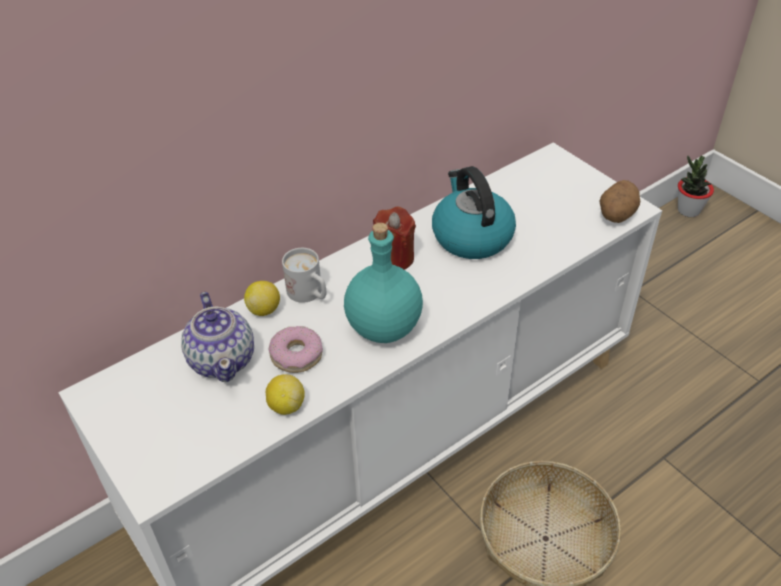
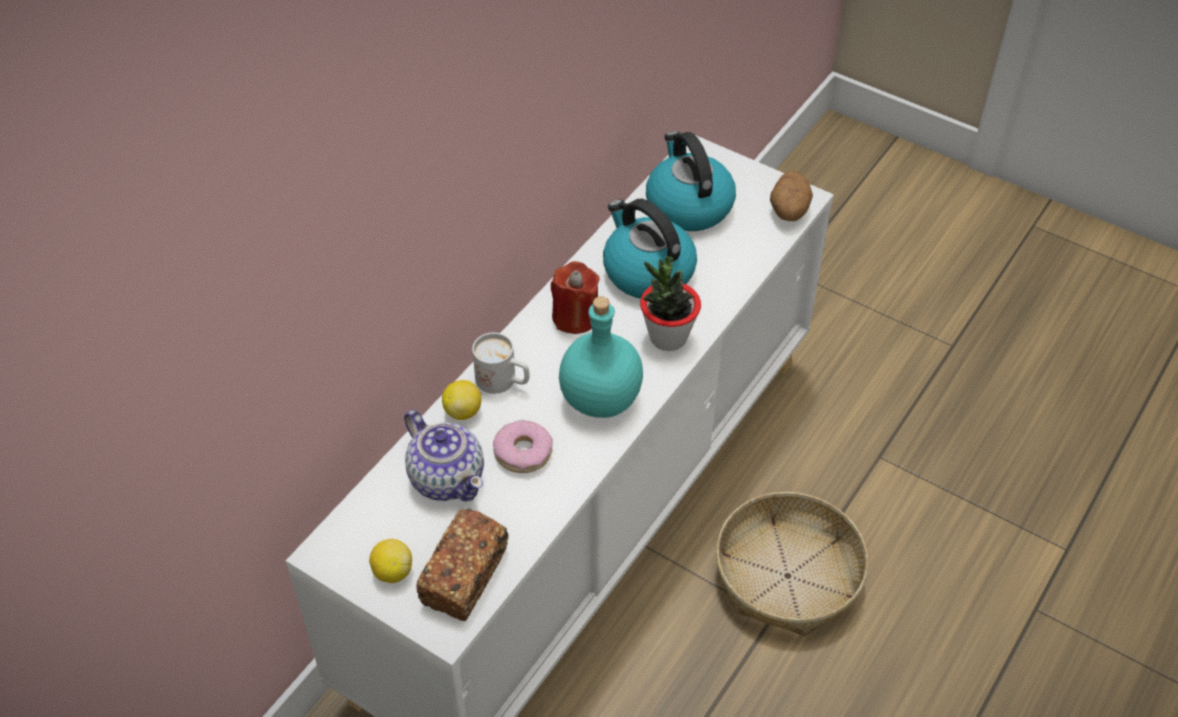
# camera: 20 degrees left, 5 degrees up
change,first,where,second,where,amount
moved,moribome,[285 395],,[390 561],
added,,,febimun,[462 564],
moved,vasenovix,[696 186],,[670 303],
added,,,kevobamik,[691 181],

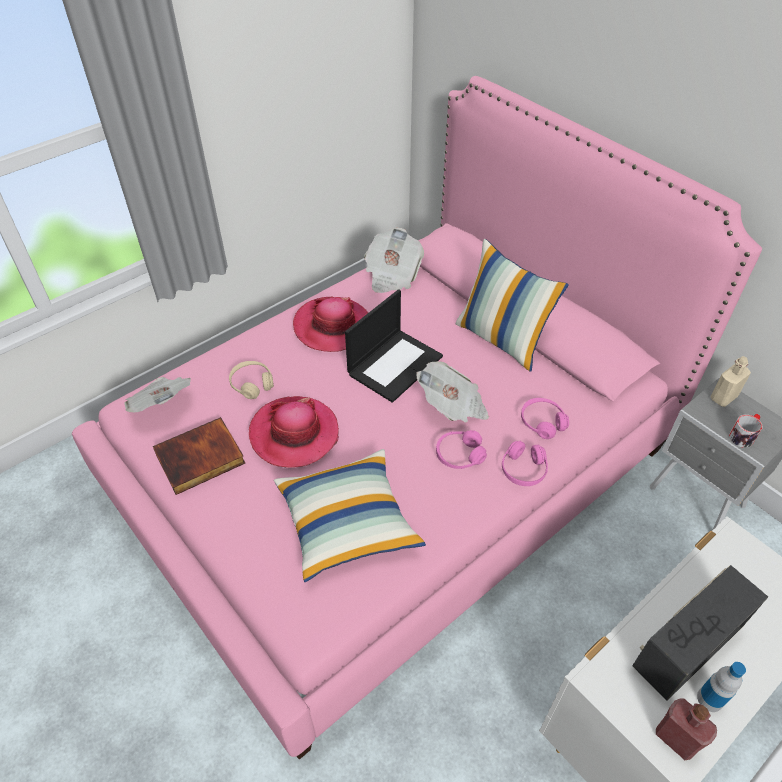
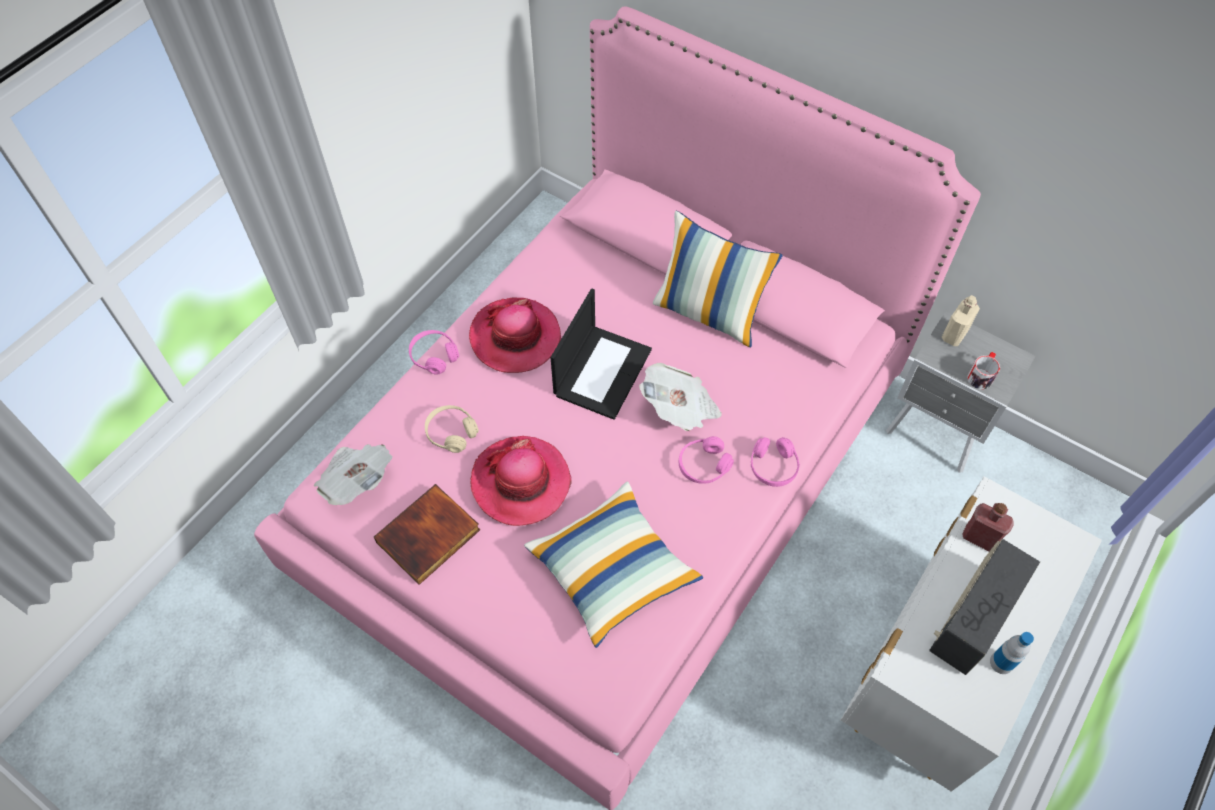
# camera: 15 degrees left, 10 degrees up
change,first,where,second,where,amount
moved,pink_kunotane,[545 418],,[434 352],
moved,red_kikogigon,[686 729],,[988 527],
removed,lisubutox,[394 260],,,

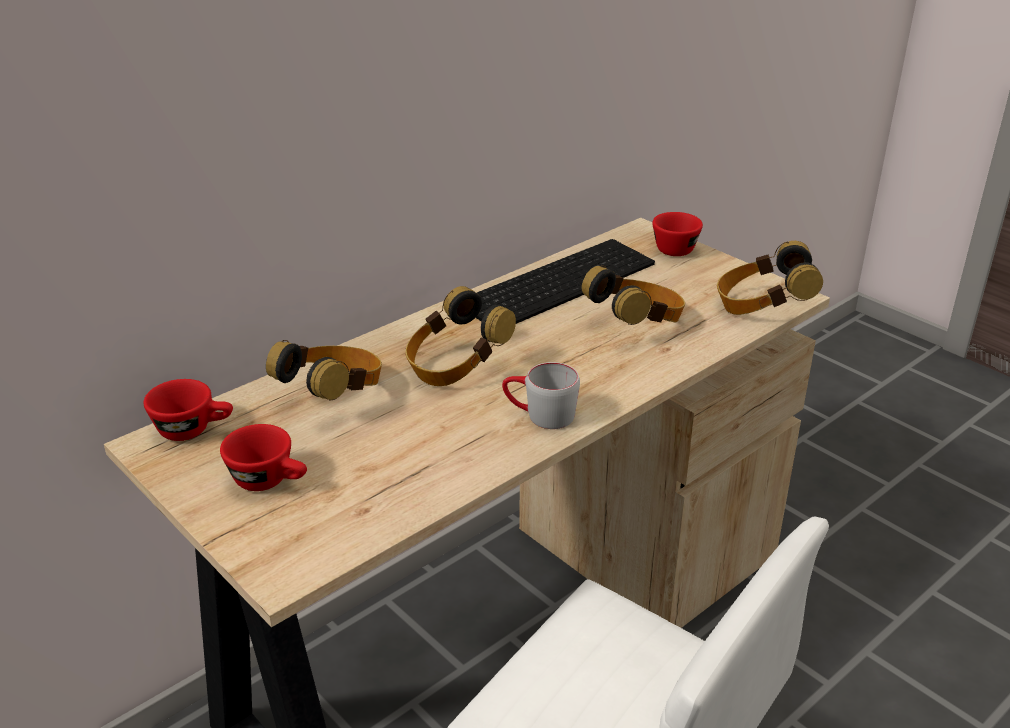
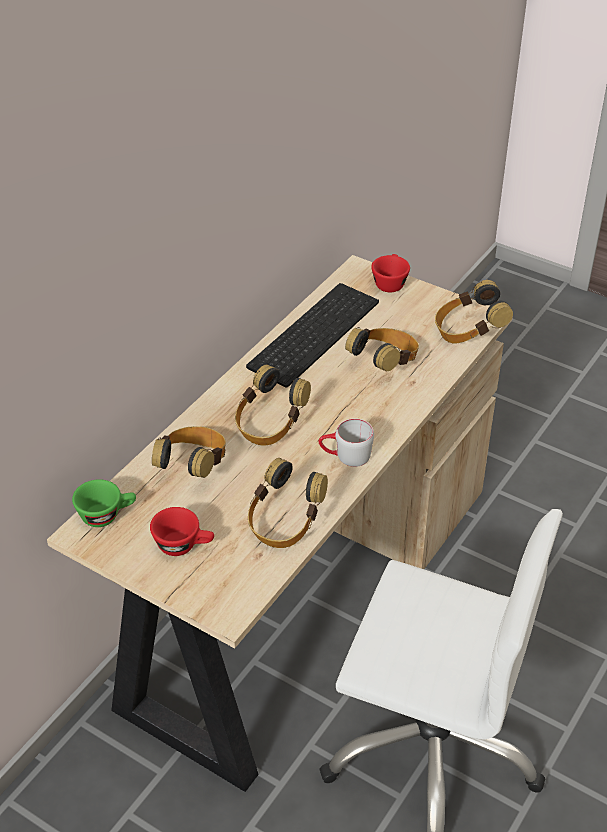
# camera: 15 degrees left, 10 degrees up
change,first,where,second,where,amount
recoloured,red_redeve,[188 410],green_redeve,[104 503],
added,,,kunotane,[288 503],

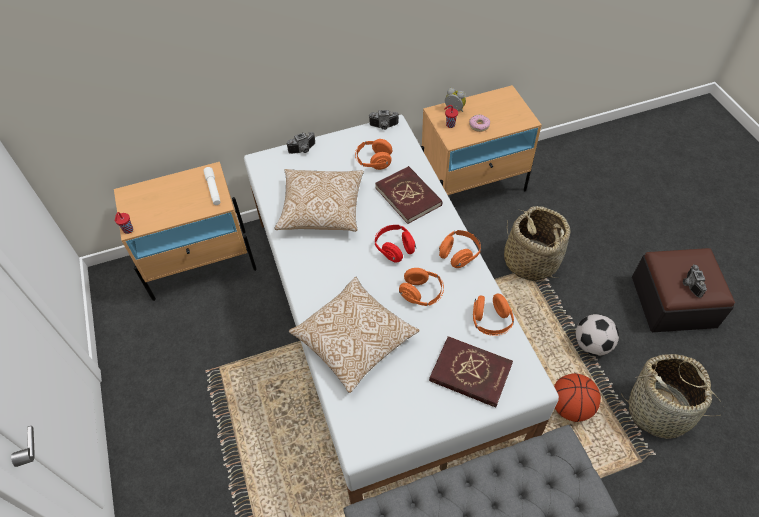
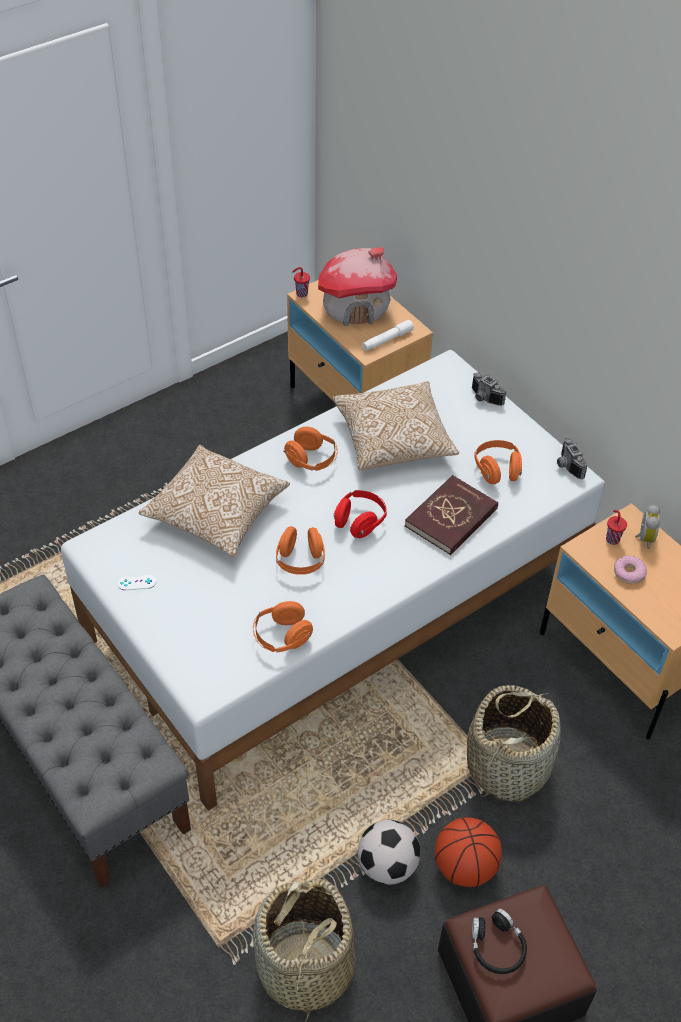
# camera: 70 degrees right, 5 degrees down
change,first,where,second,where,amount
added,,,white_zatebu,[137 582],
moved,orange_kunotane,[460 249],,[310 449],
added,,,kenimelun,[357 286],
moved,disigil,[577 397],,[468 852],
replaced,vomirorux,[695 281],black_kunotane,[499 941],
removed,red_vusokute,[471 372],,,

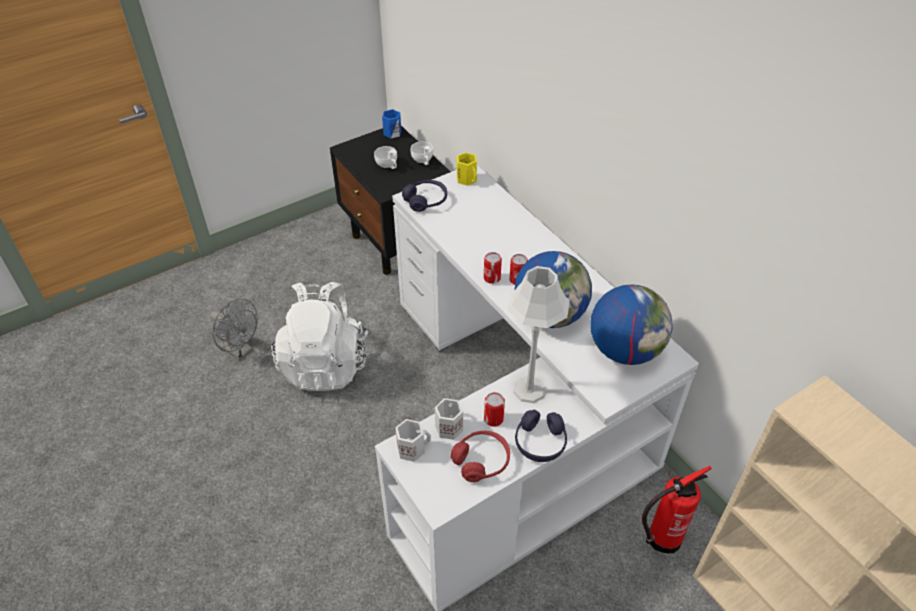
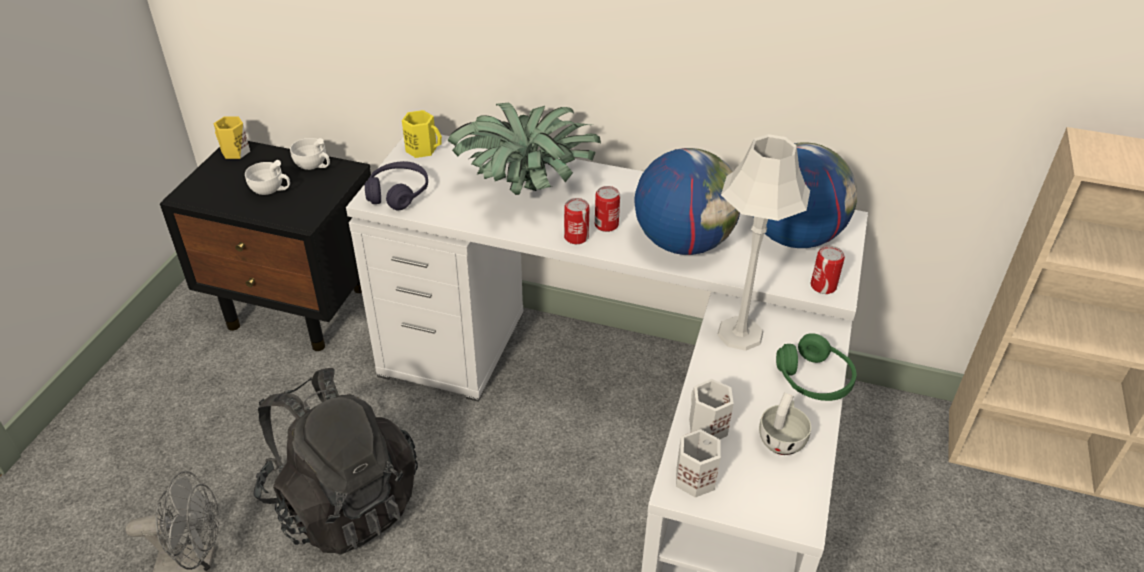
# camera: 40 degrees left, 5 degrees down
change,first,where,second,where,amount
recoloured,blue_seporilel,[391 123],yellow_seporilel,[231 137],
recoloured,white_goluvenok,[319 336],black_goluvenok,[336 461],
added,,,vasenovix,[524 149],
replaced,red_kunotane,[480 456],white_redeve,[785 424],
recoloured,purple_kunotane,[541 436],green_kunotane,[816 367],
moved,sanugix,[494 409],,[828 270],
removed,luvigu,[677 510],,,

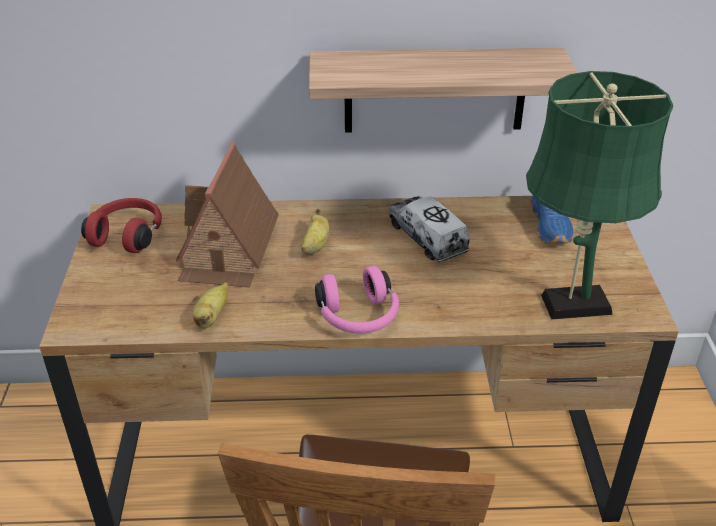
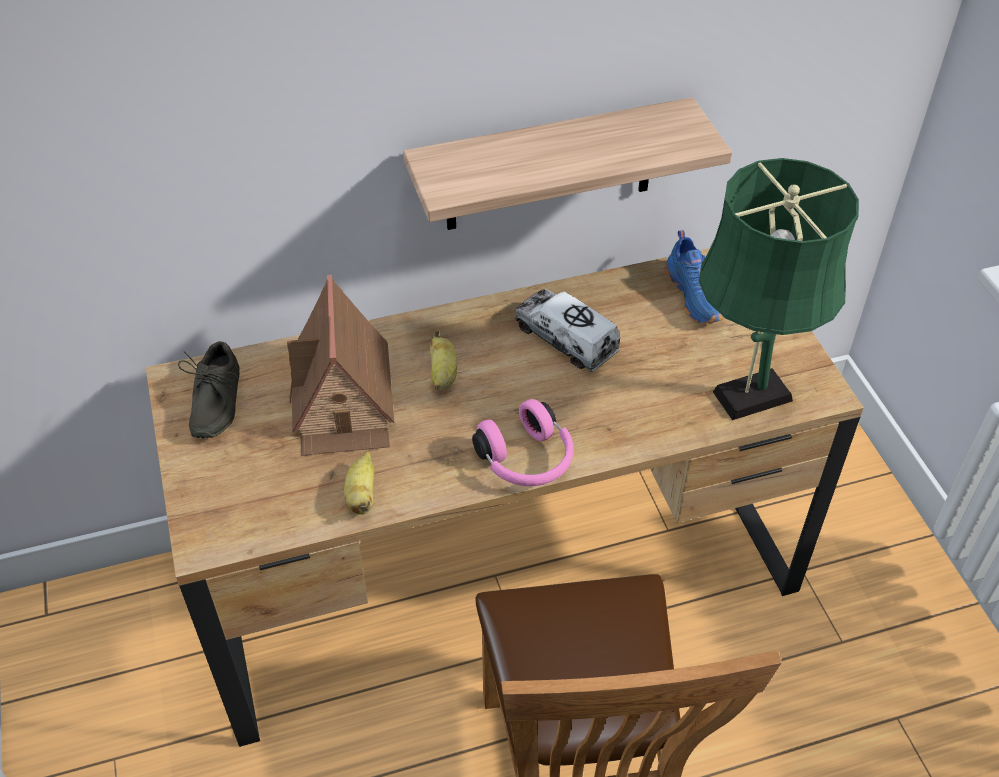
# camera: 15 degrees left, 10 degrees up
change,first,where,second,where,amount
replaced,red_kunotane,[121 225],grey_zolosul,[209 389],

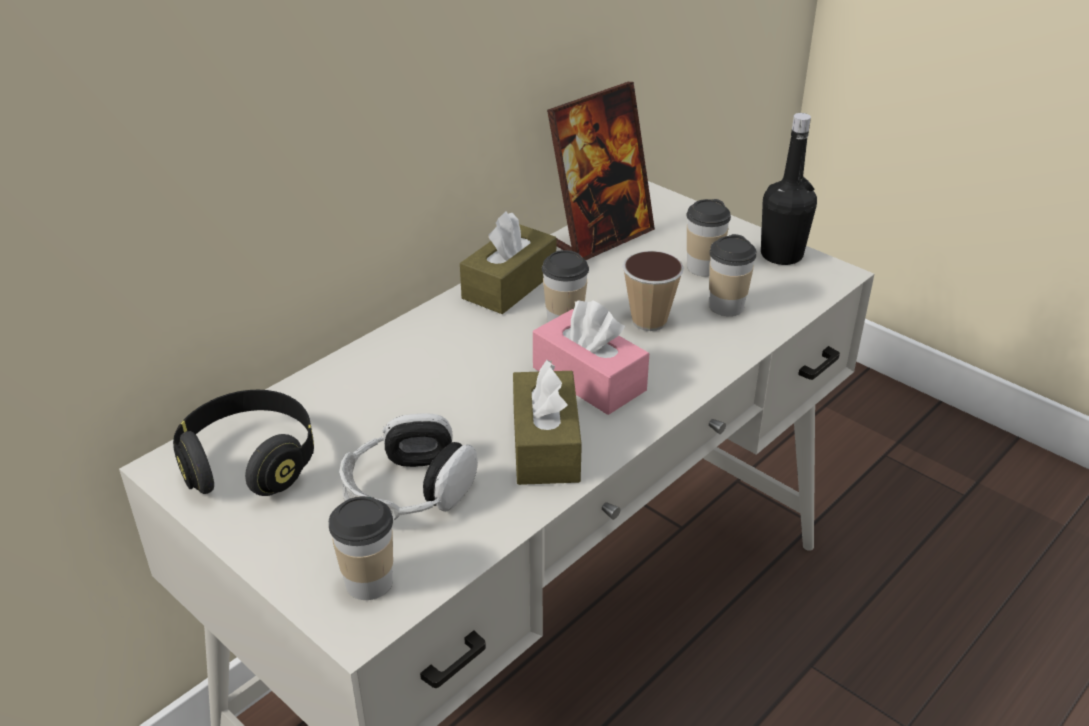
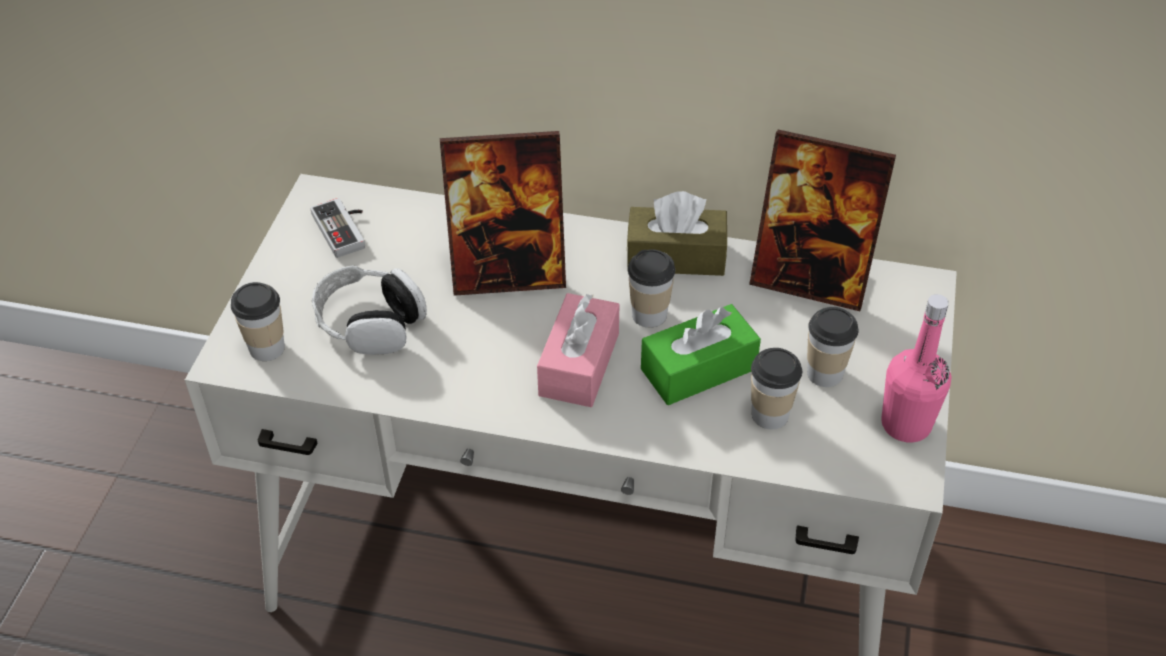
# camera: 60 degrees right, 10 degrees up
change,first,where,second,where,amount
replaced,black_kunotane,[243 443],zatebu,[337 228],
added,,,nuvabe,[503 213],
replaced,redeve,[653 291],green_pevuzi,[701 354],
recoloured,black_kikogigon,[789 189],pink_kikogigon,[916 368],
removed,brown_pevuzi,[547 422],,,

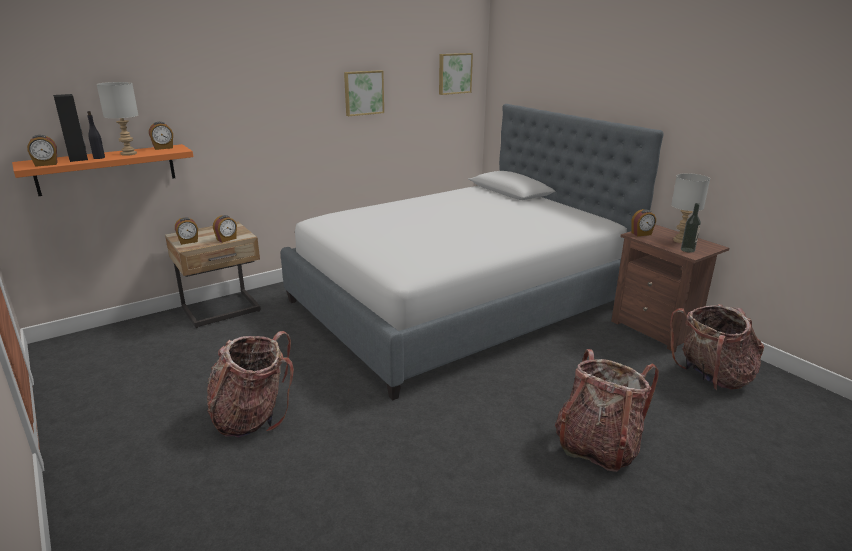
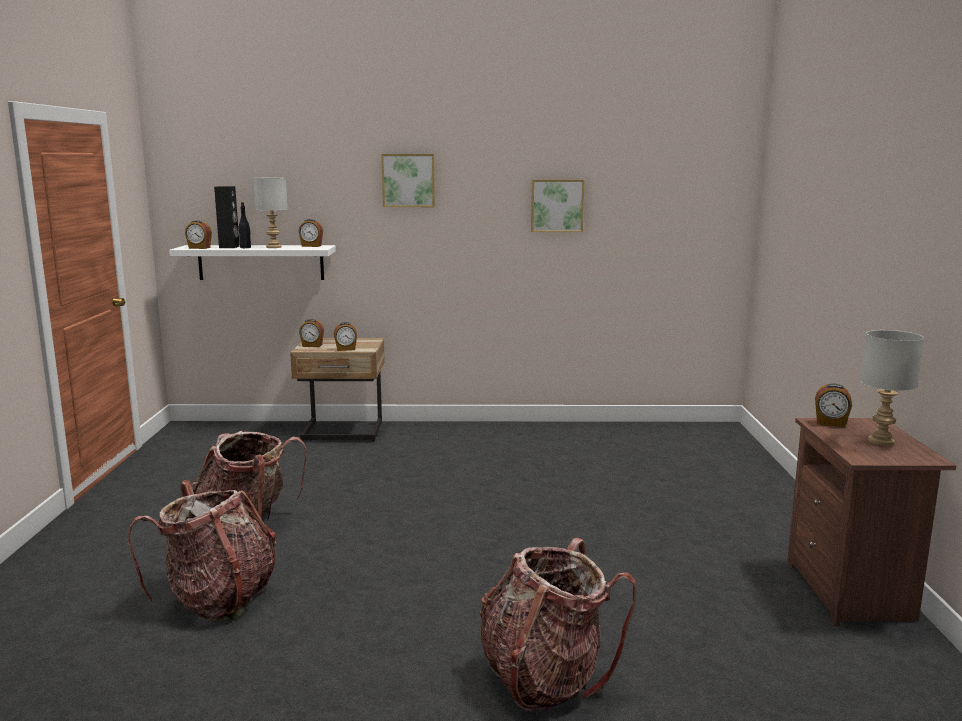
# camera: 35 degrees right, 10 degrees down
change,first,where,second,where,amount
moved,goluvenok,[717 347],,[202 550],
recoloured,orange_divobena,[102 170],white_divobena,[252 262],
moved,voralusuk,[456 74],,[408 180],
removed,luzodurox,[472 252],,,
removed,kikogigon,[691 228],,,

